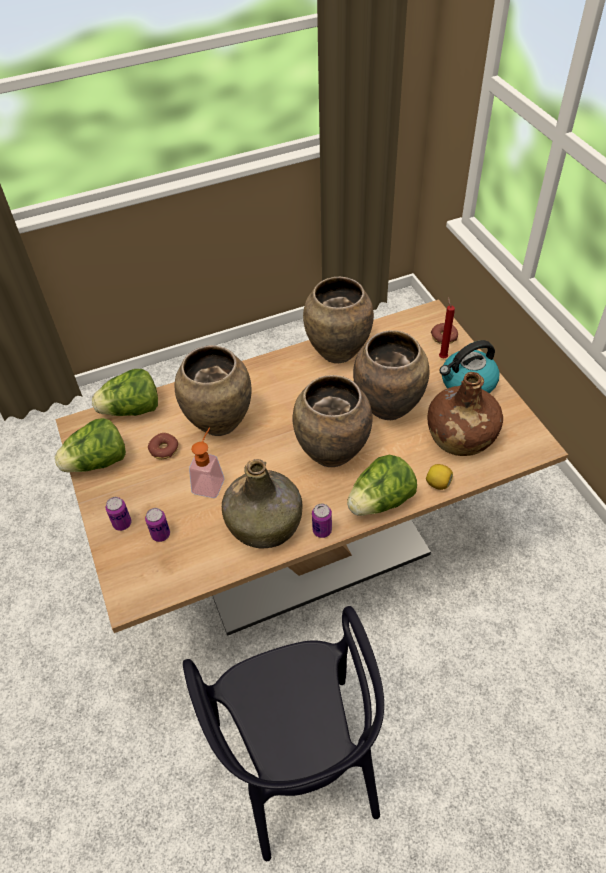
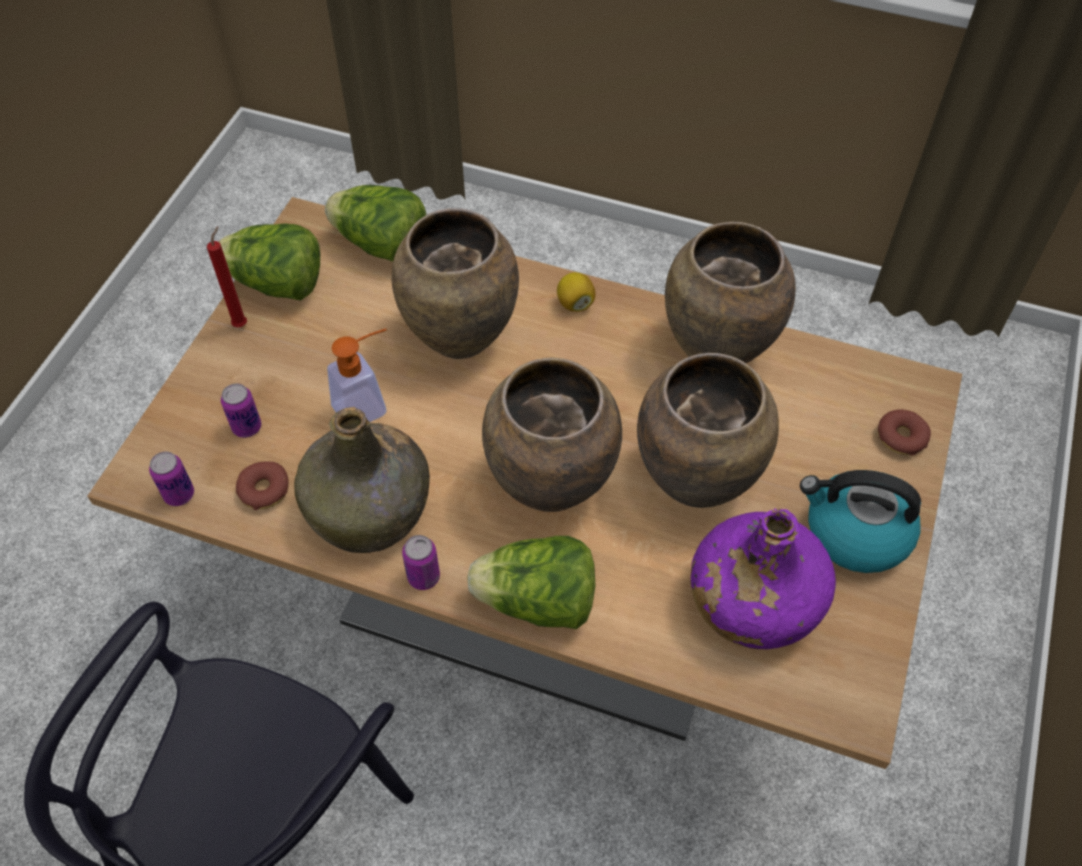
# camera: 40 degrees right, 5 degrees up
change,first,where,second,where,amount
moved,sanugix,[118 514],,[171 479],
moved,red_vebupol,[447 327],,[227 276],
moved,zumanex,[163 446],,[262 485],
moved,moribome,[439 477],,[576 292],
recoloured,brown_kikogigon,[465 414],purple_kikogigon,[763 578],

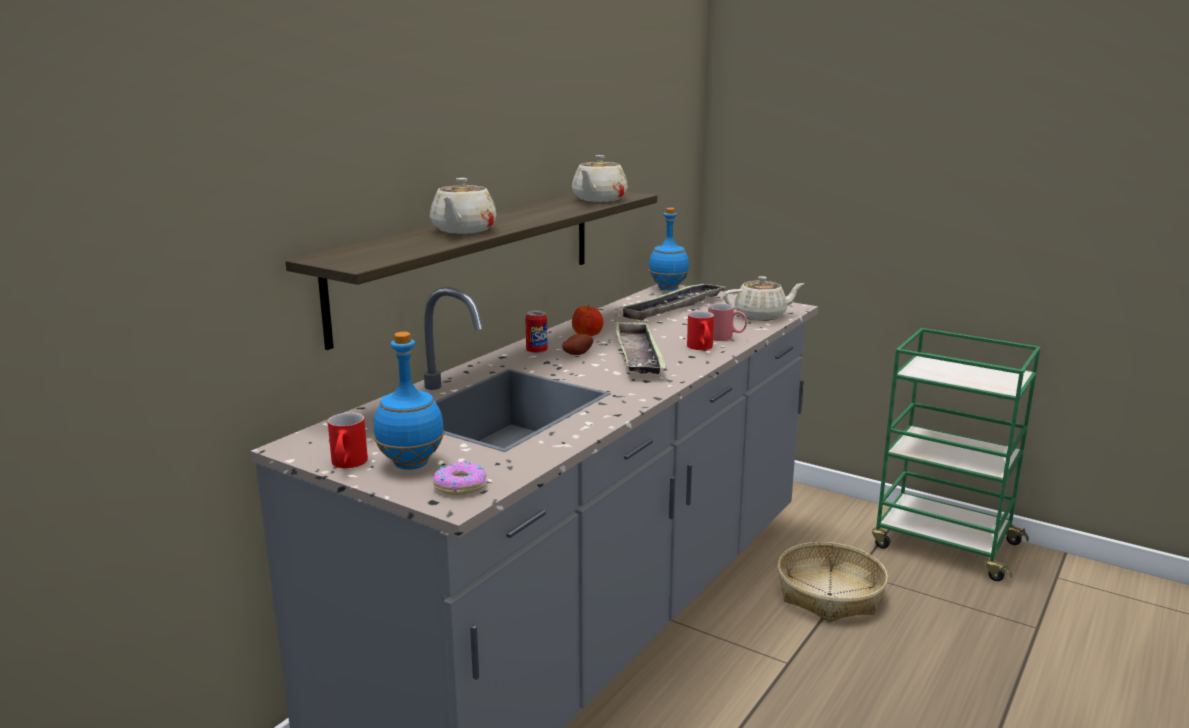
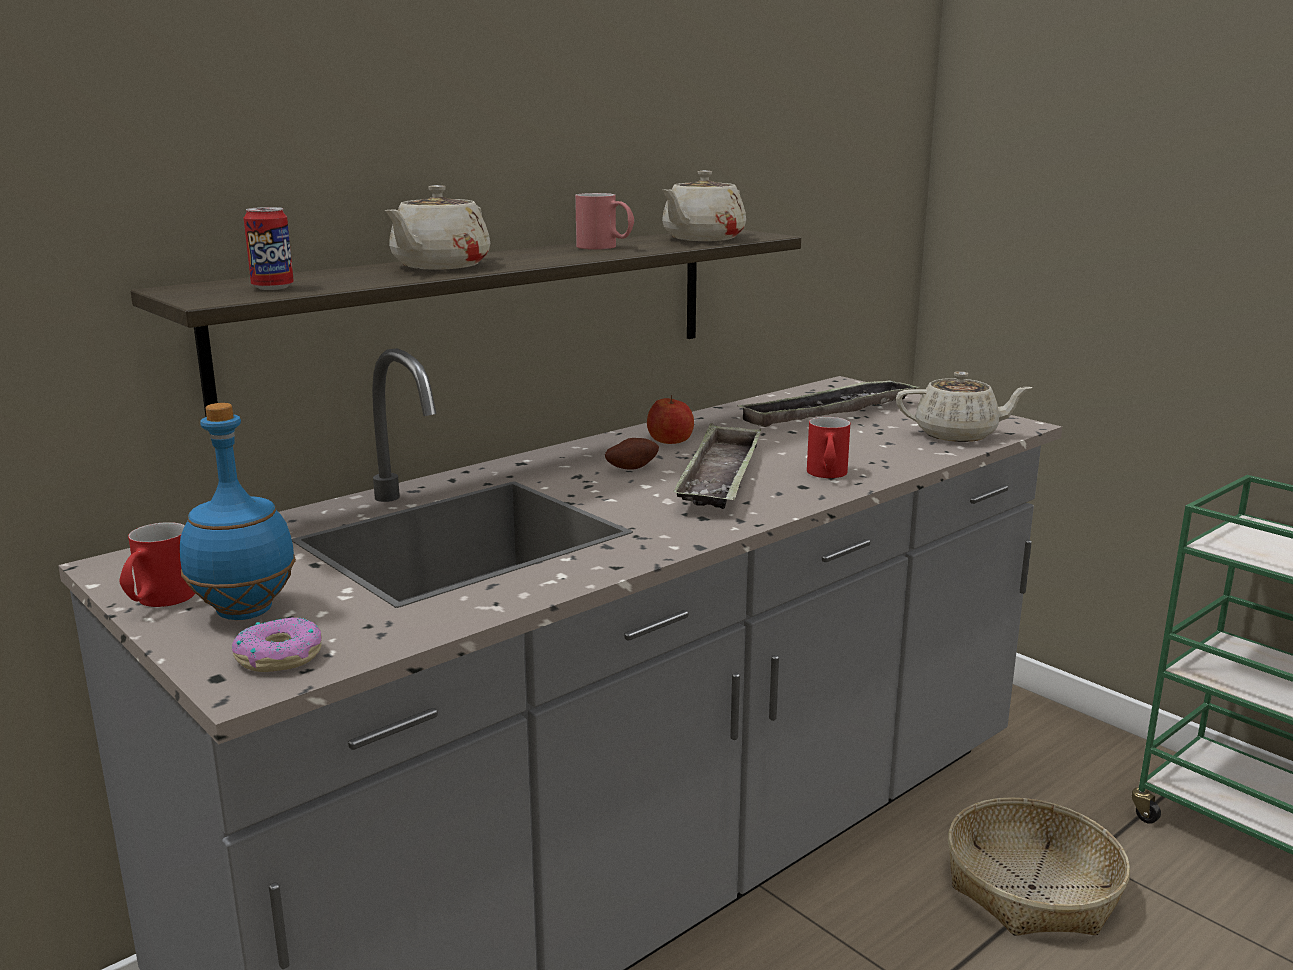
# camera: 15 degrees right, 0 degrees up
change,first,where,second,where,amount
moved,sanugix,[536 332],,[269 248],
moved,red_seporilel,[727 322],,[604 221],
removed,blue_kikogigon,[668 249],,,

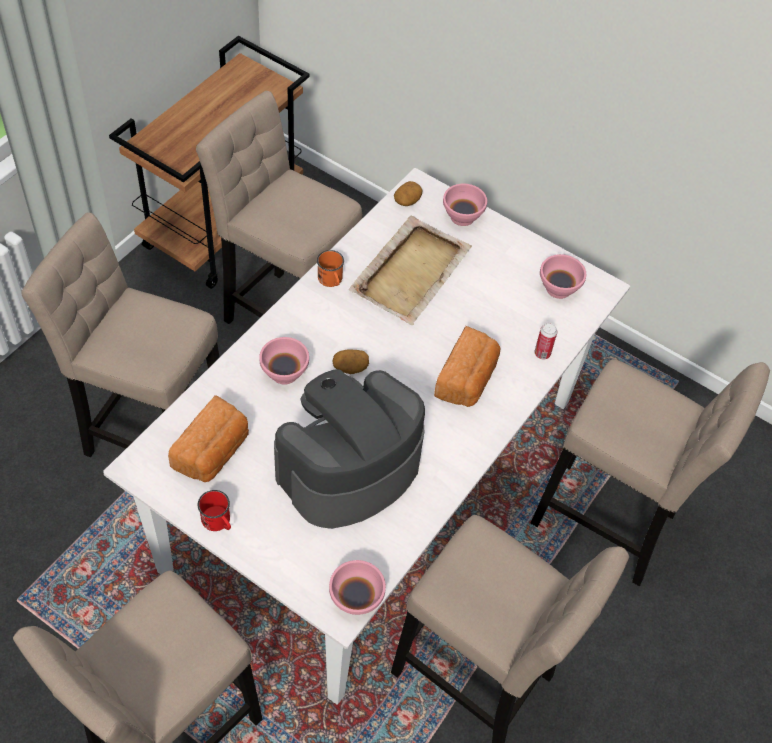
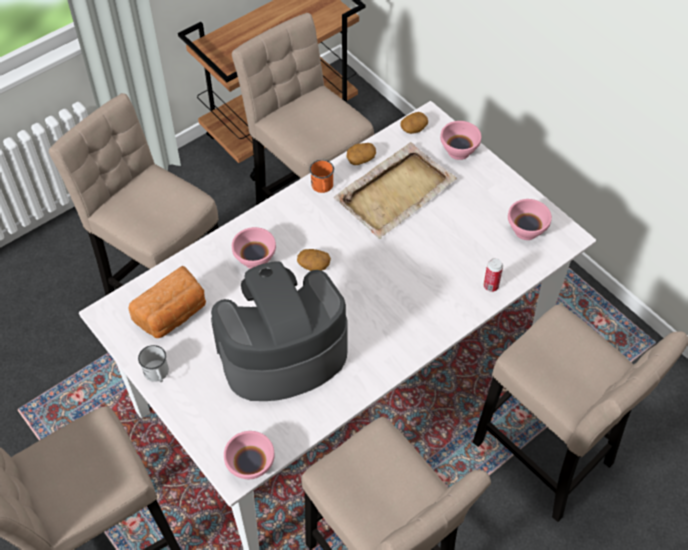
# camera: 20 degrees right, 0 degrees up
change,first,where,second,where,amount
recoloured,red_seporilel,[214 510],white_seporilel,[153 363],
added,,,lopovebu,[361 154],
removed,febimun,[467 366],,,

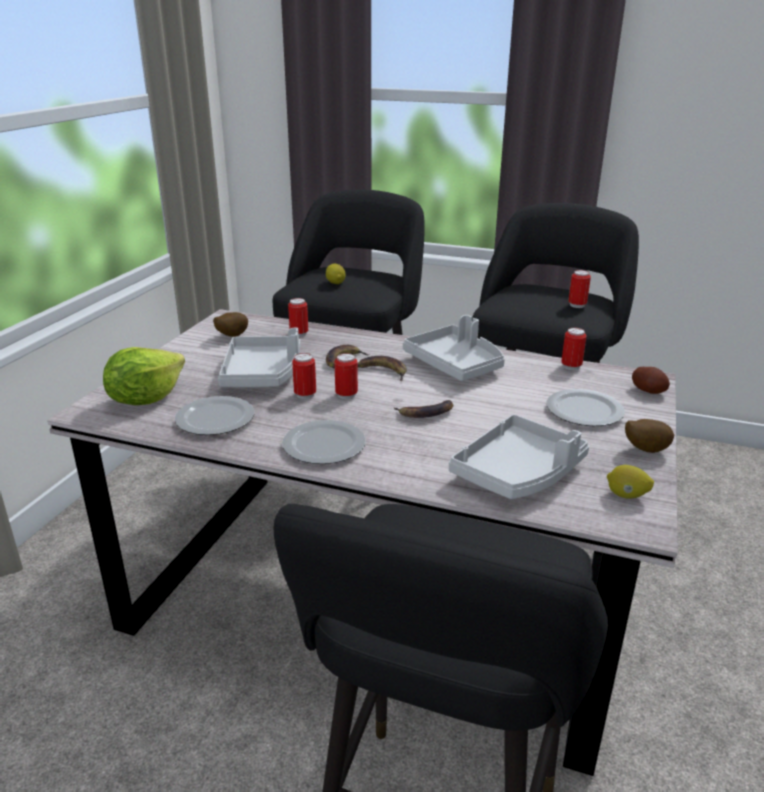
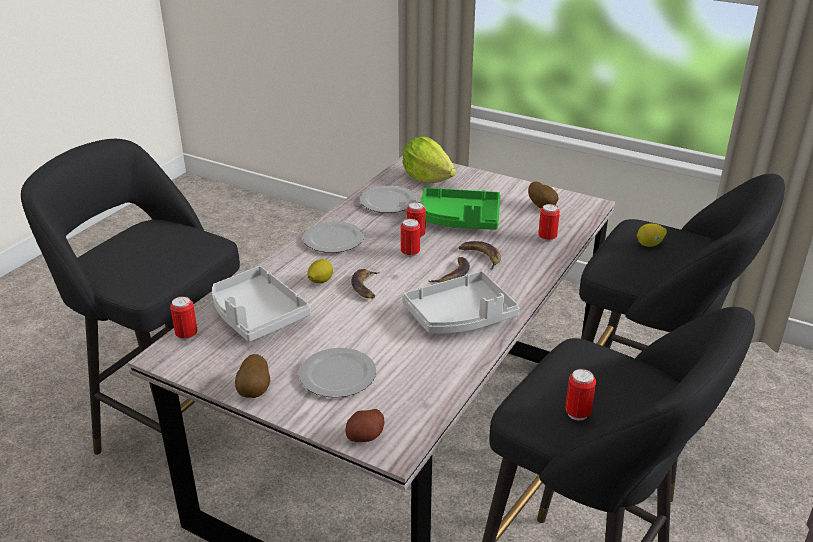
# camera: 100 degrees right, 5 degrees up
change,first,where,second,where,amount
moved,sanugix,[574 349],,[184 318],
moved,moribome,[630 482],,[320 271],
recoloured,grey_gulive,[259 357],green_gulive,[460 209],

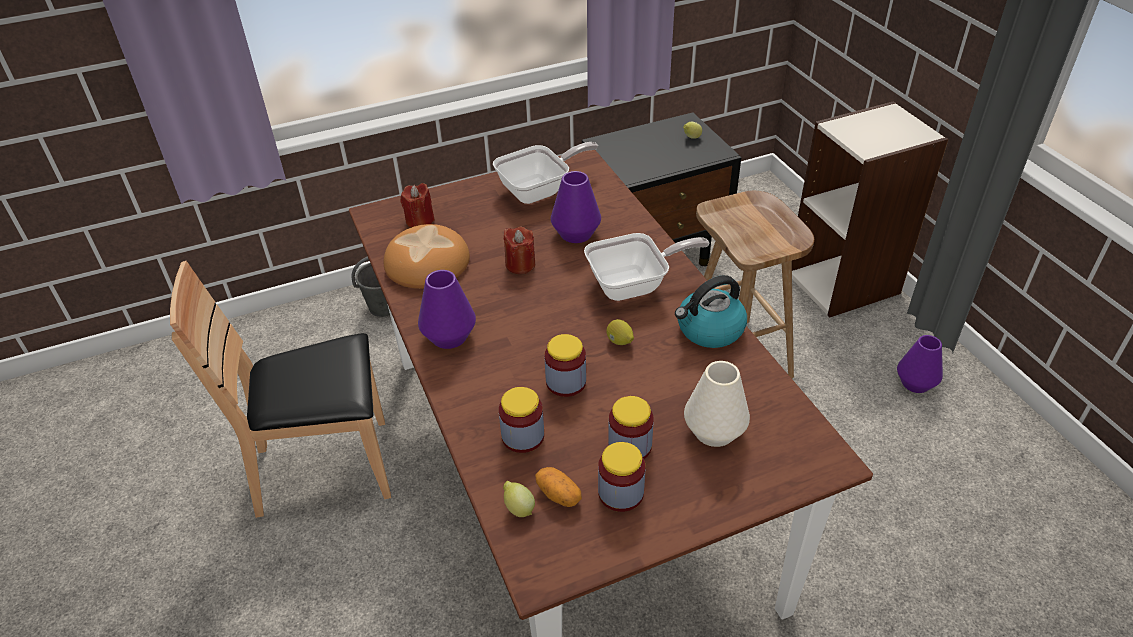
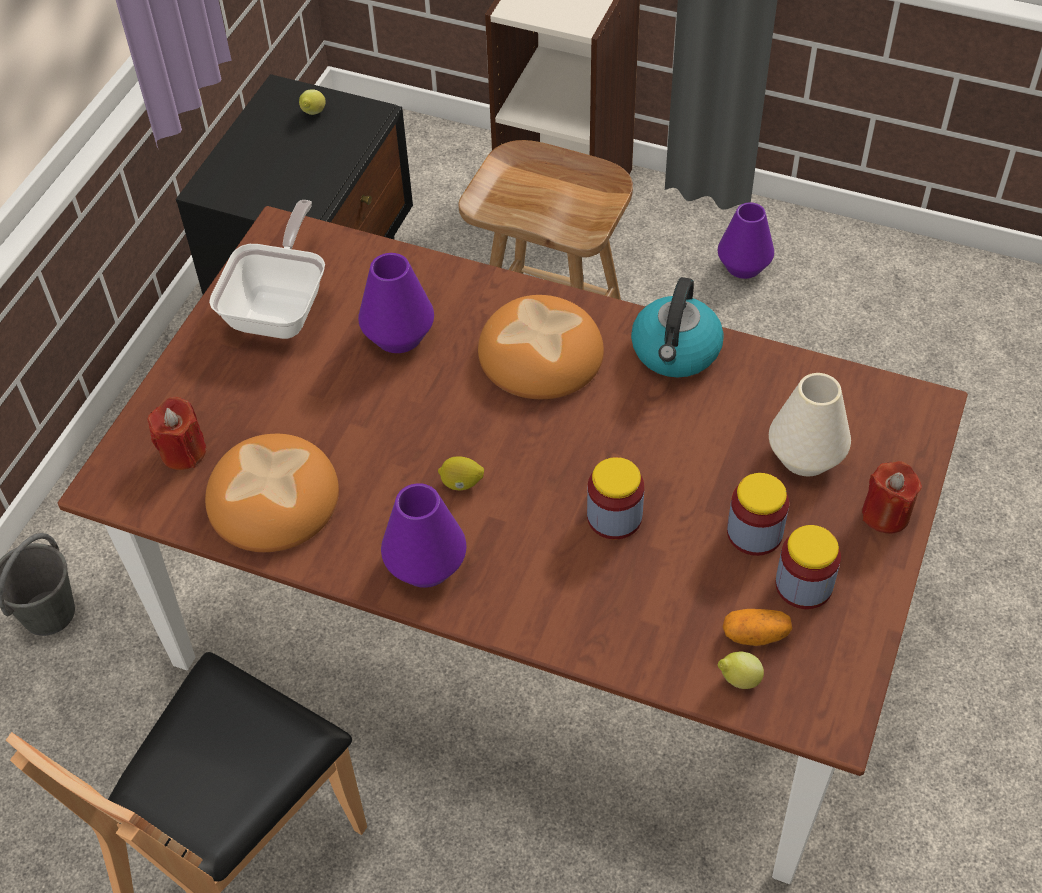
# camera: 45 degrees left, 10 degrees up
change,first,where,second,where,amount
moved,moribome,[620 332],,[461 473],
replaced,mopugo,[646 267],febimun,[541 347],
moved,red_vebupol,[519 250],,[892 497],
removed,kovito,[521 420],,,

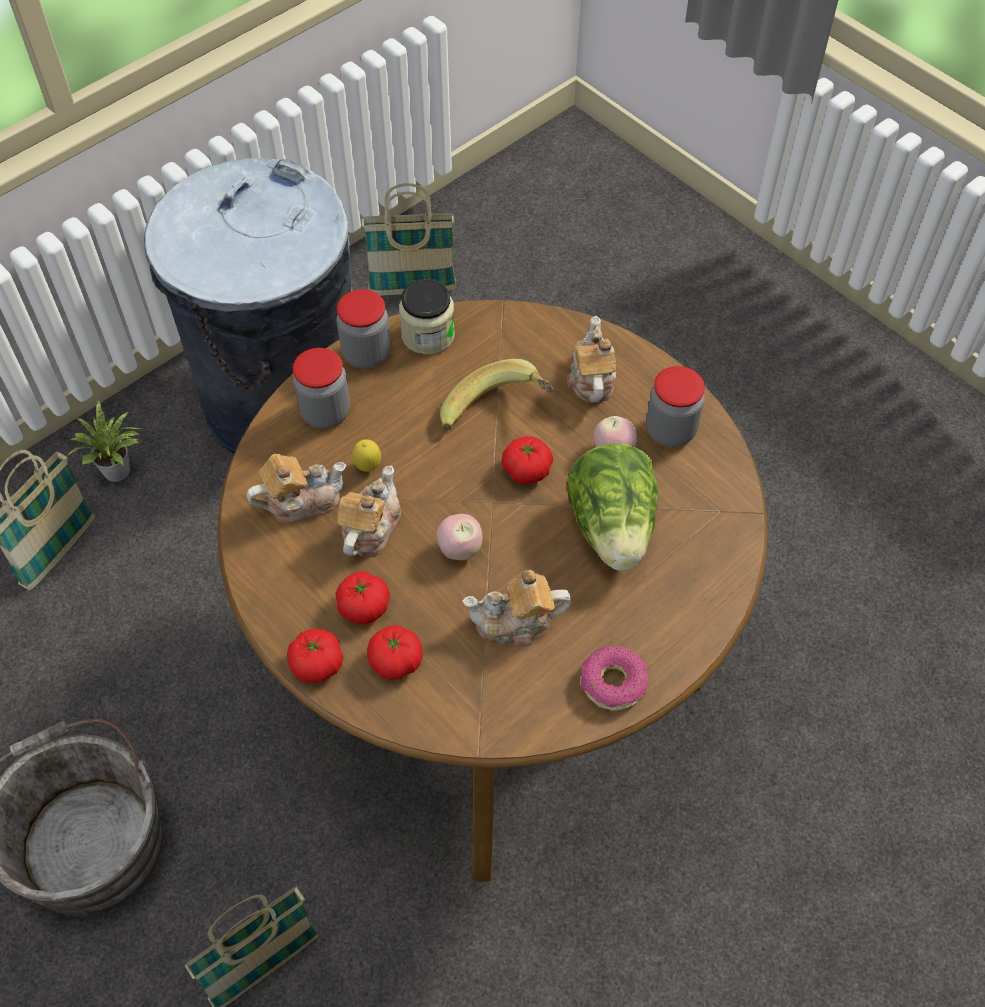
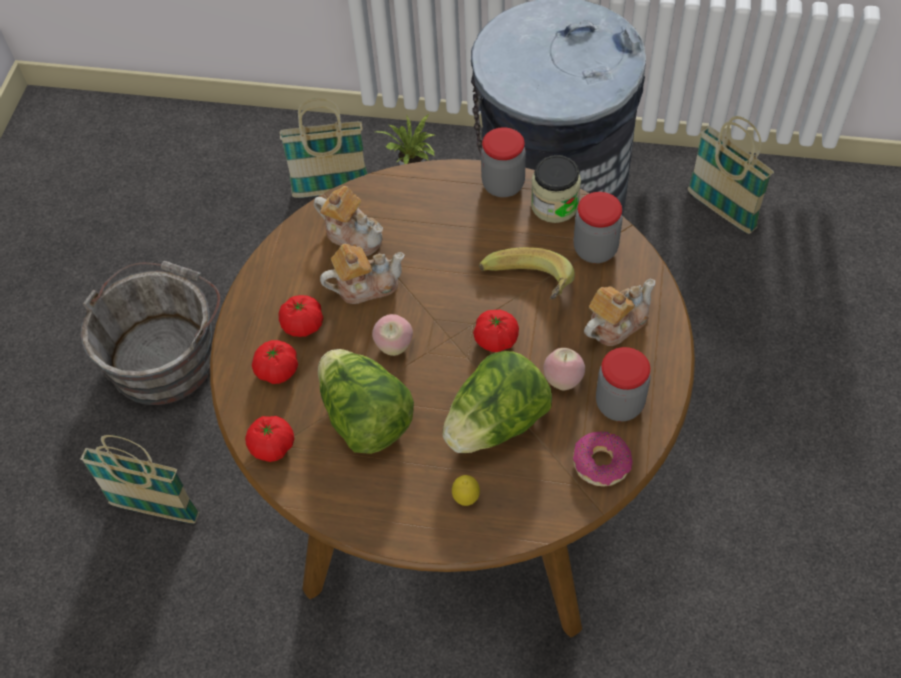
# camera: 55 degrees right, 0 degrees up
change,first,where,second,where,amount
moved,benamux,[315 656],,[269 439],
replaced,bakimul,[516 608],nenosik,[366 401],
moved,moribome,[366 455],,[466 490],
moved,kovito,[321 388],,[598 227],
moved,zumanex,[615 678],,[603 459],

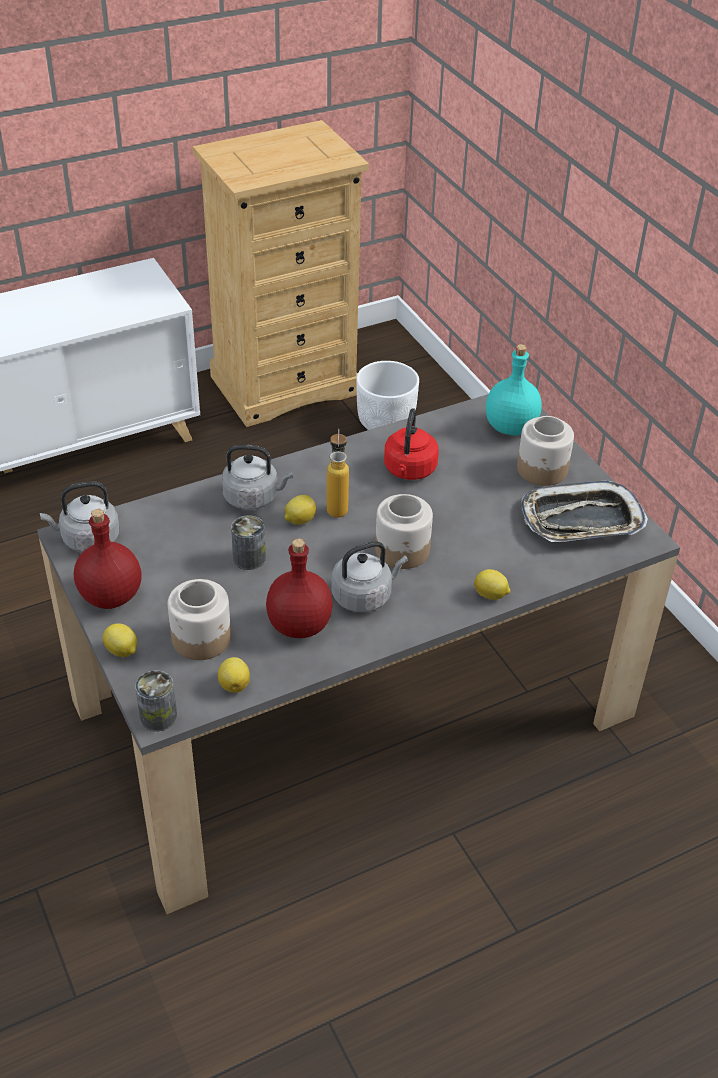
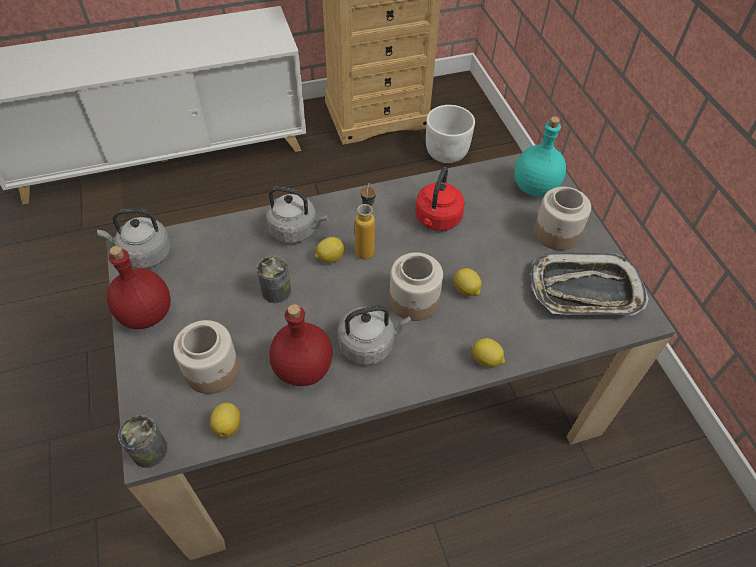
# camera: 10 degrees right, 10 degrees up
change,first,where,second,where,amount
moved,moribome,[119 640],,[467 282],

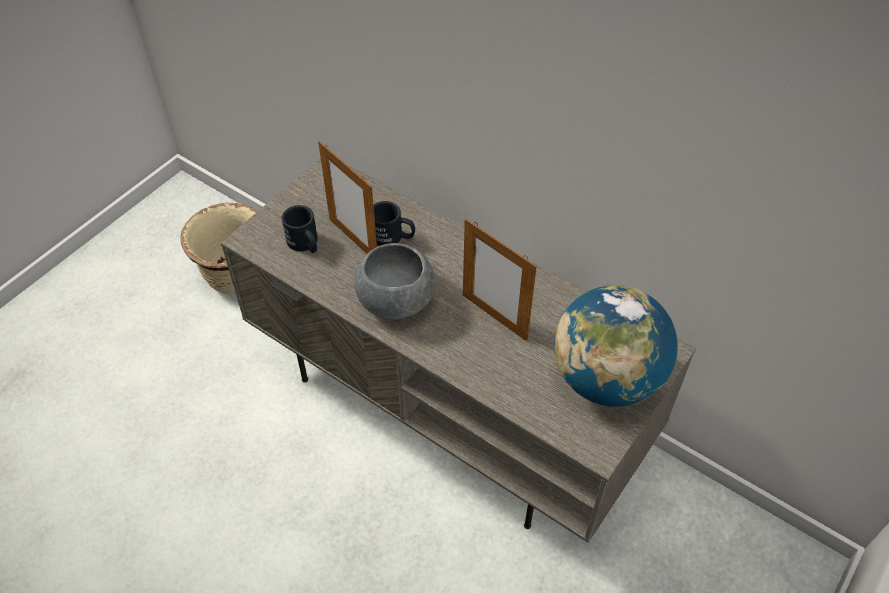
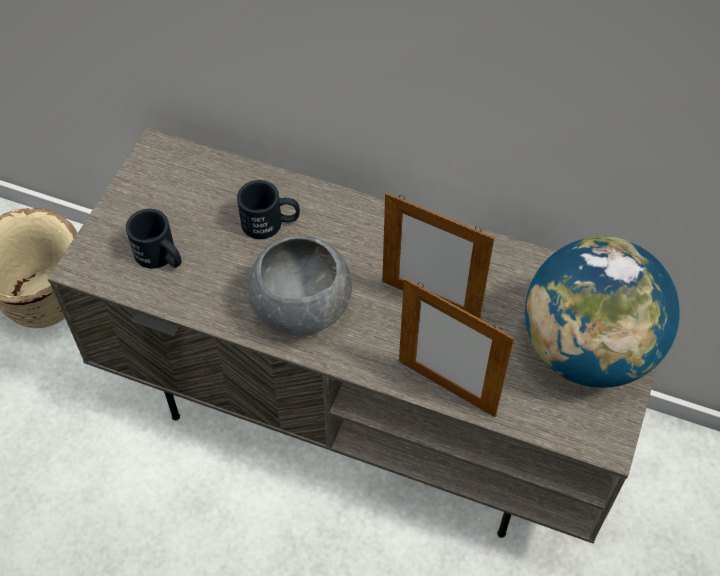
# camera: 15 degrees left, 5 degrees up
change,first,where,second,where,amount
moved,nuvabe,[347 197],,[456 347],

